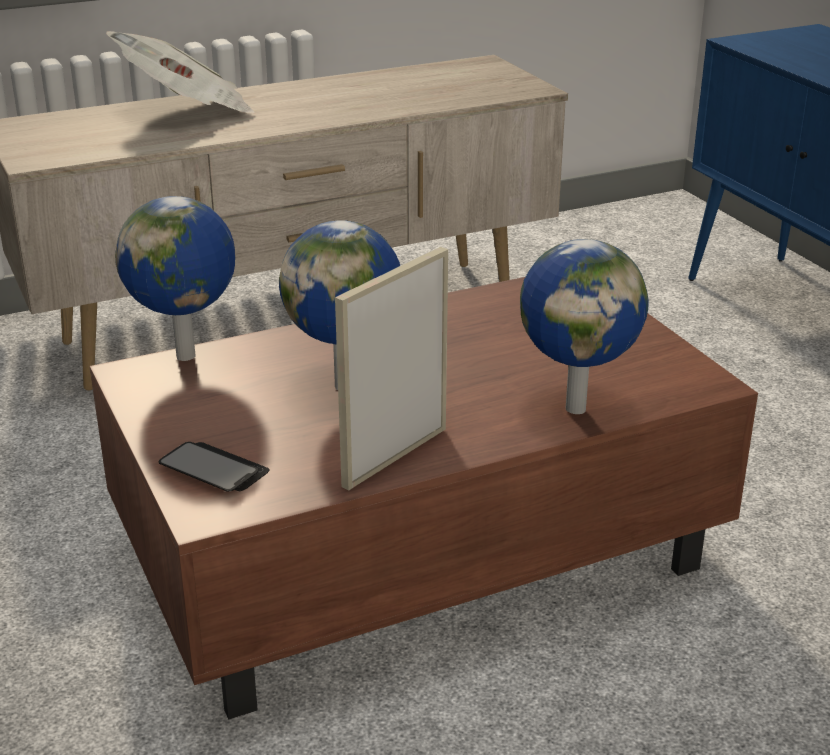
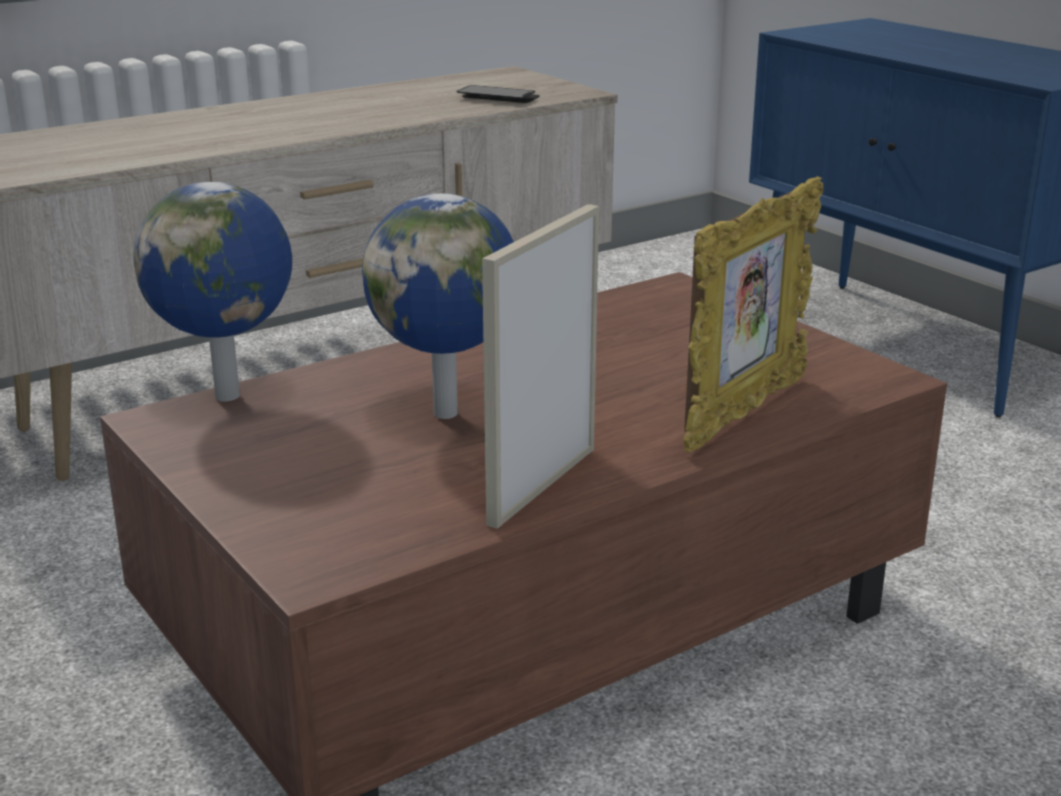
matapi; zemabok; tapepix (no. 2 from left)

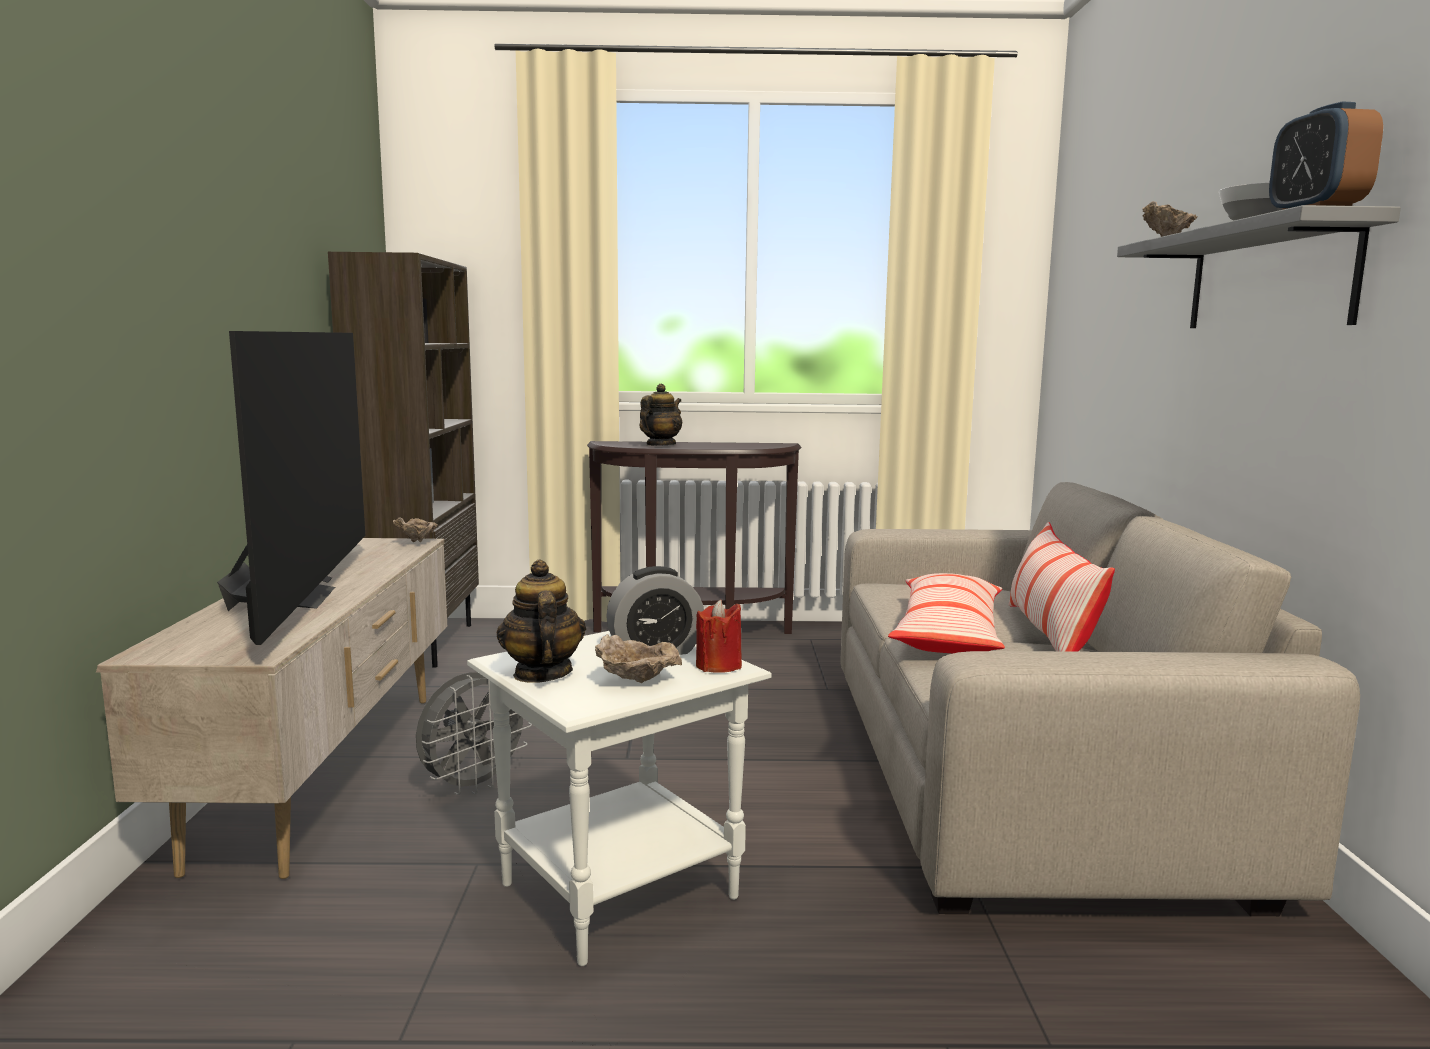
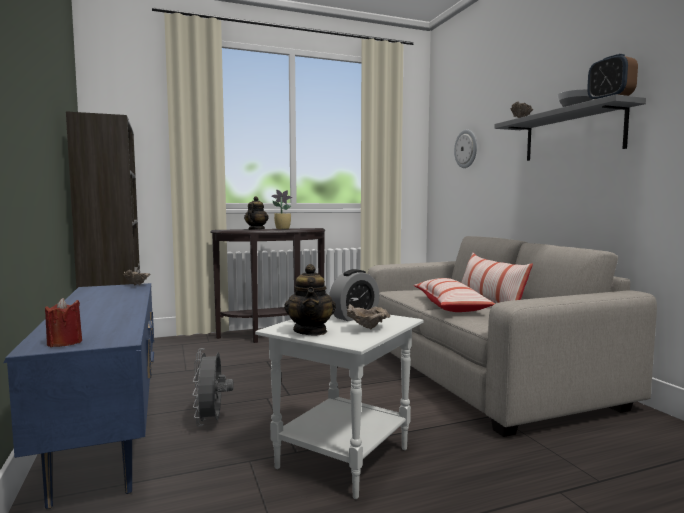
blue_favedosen; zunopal; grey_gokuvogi; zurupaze (no. 2 from left); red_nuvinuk; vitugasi; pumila

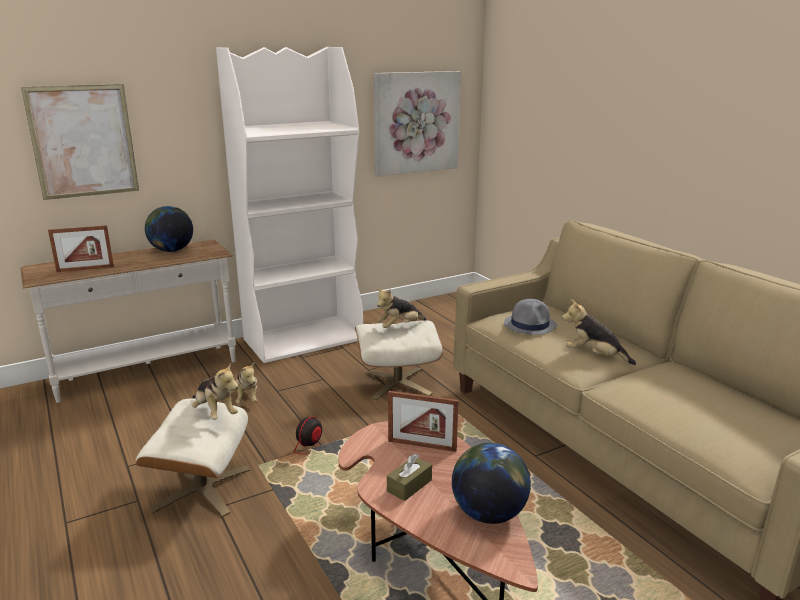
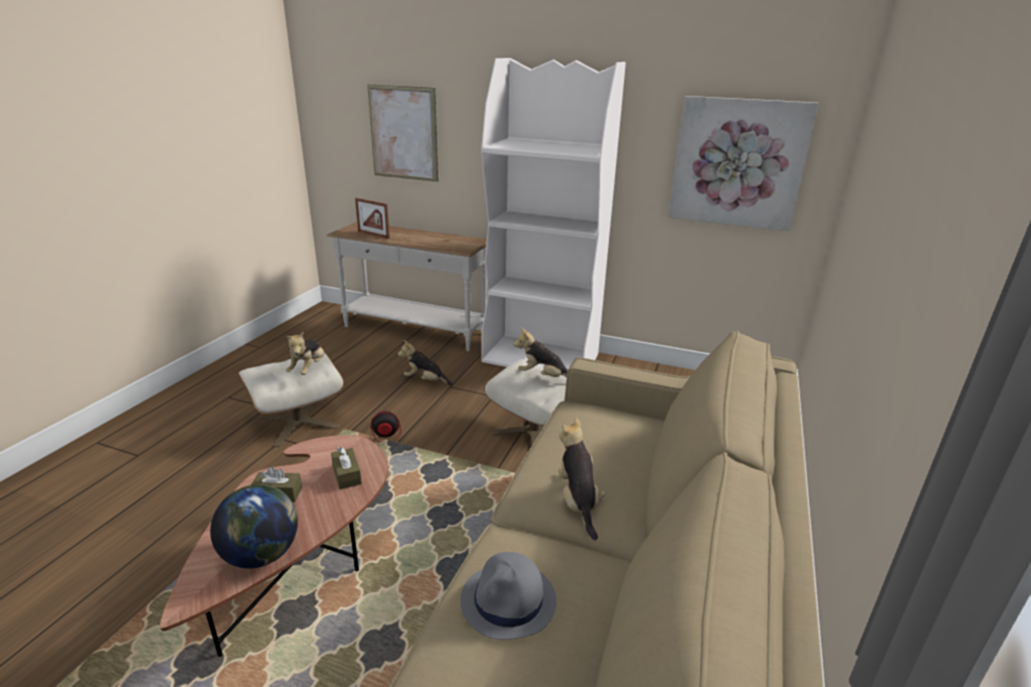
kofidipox (no. 1 from left in the first image); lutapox (no. 2 from left); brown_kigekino (no. 2 from left); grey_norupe

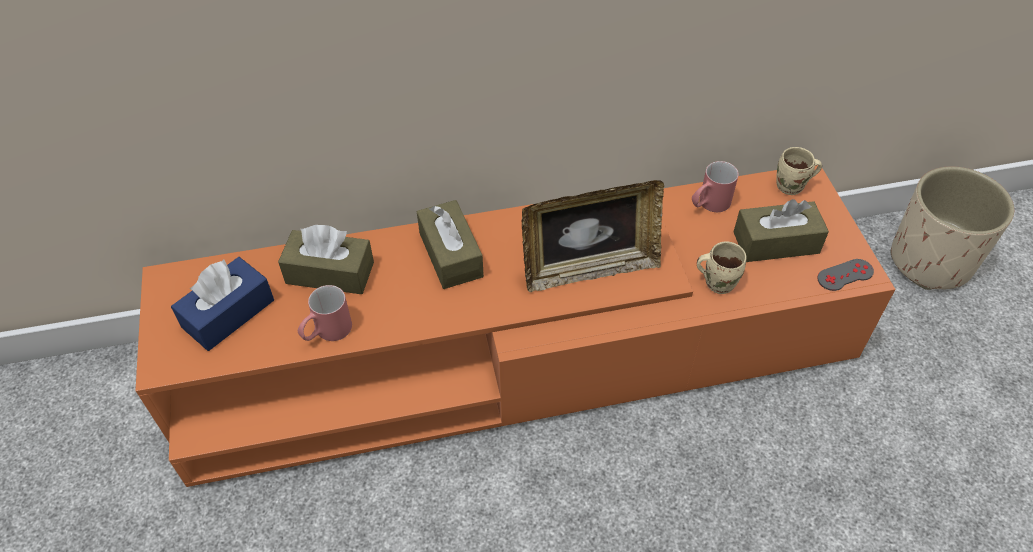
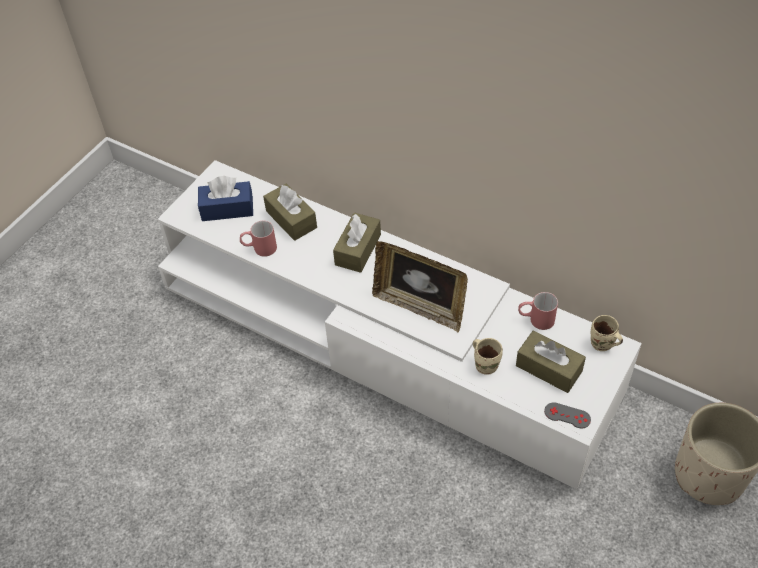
white_favedosen

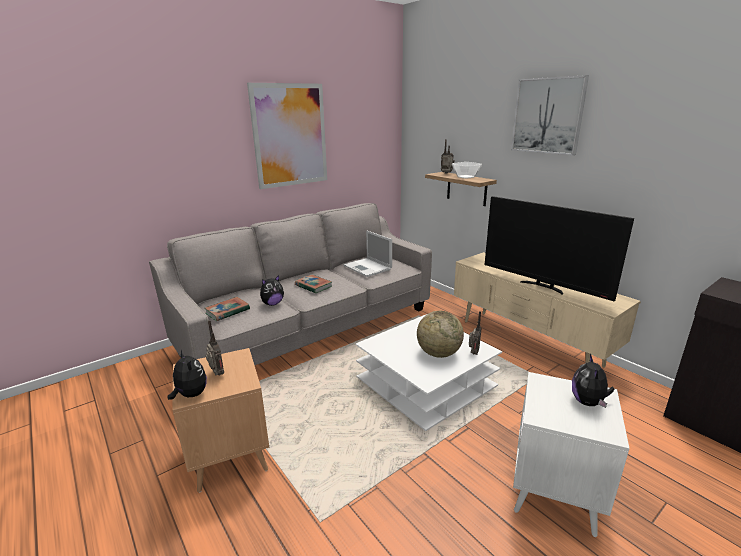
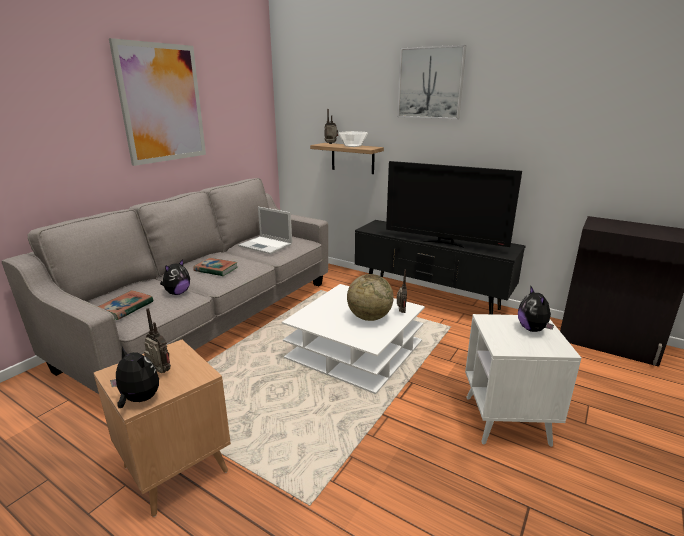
black_favedosen

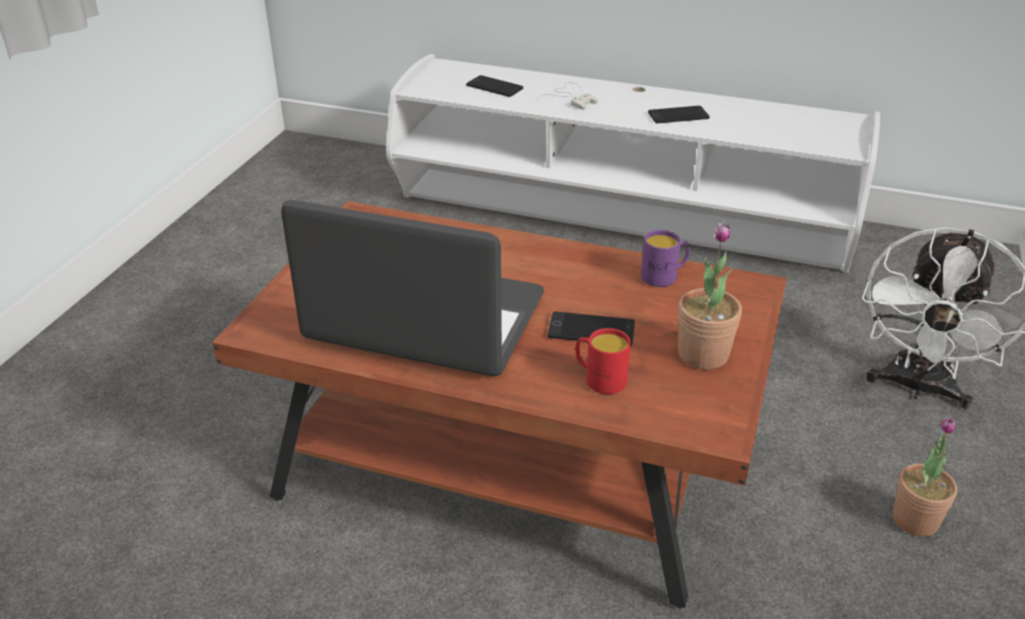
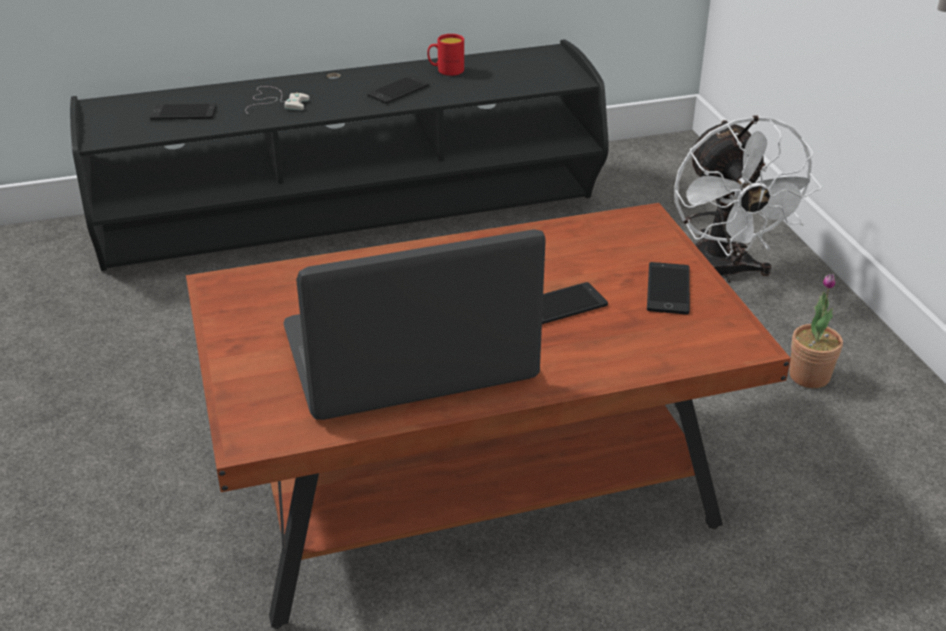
black_favedosen; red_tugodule; purple_tugodule; zemabok (no. 4 from left)

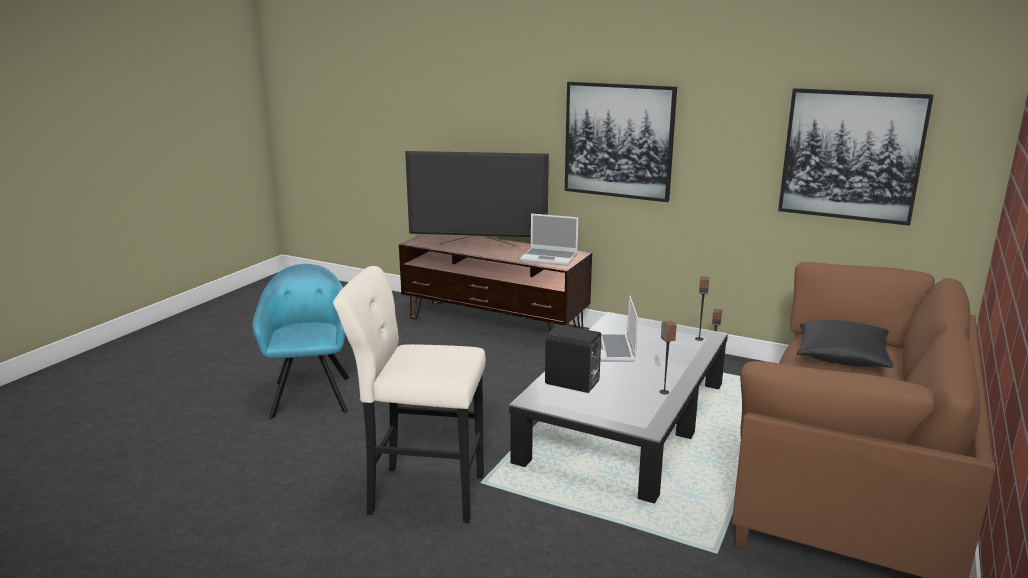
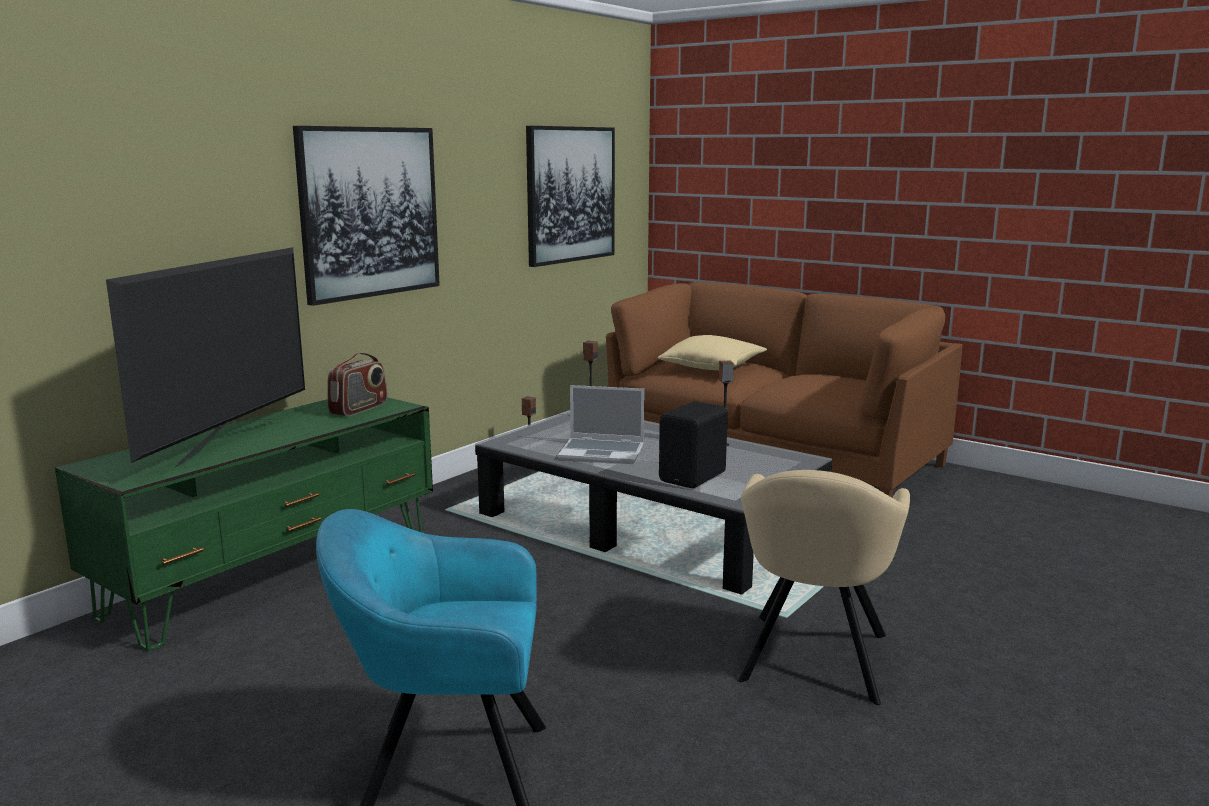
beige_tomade; green_favedosen; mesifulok; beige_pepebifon

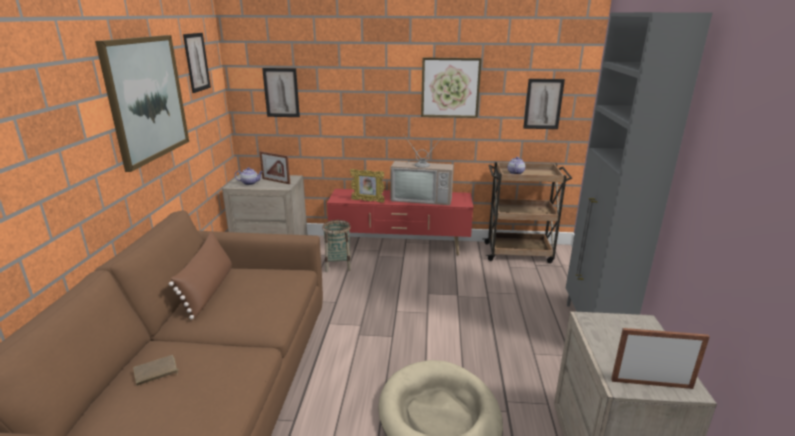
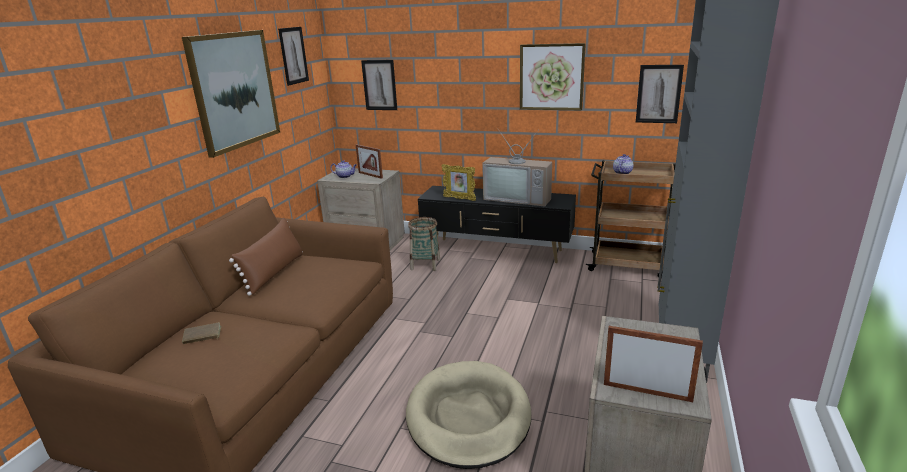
black_favedosen

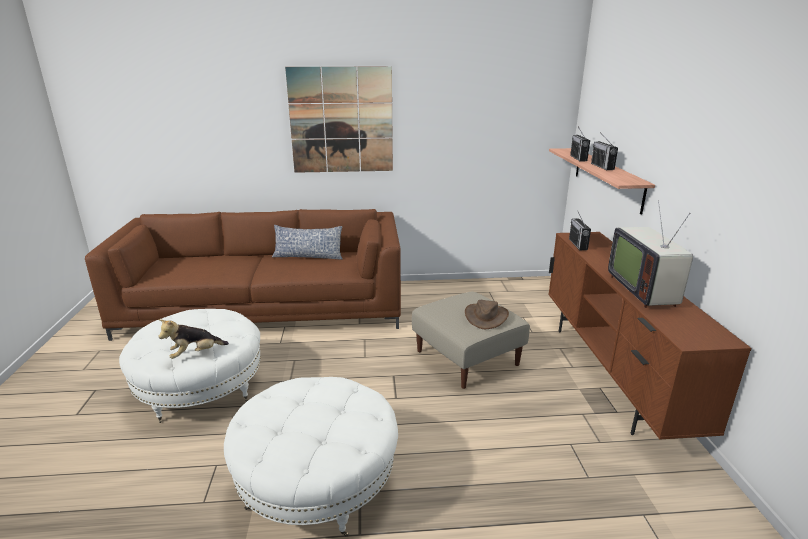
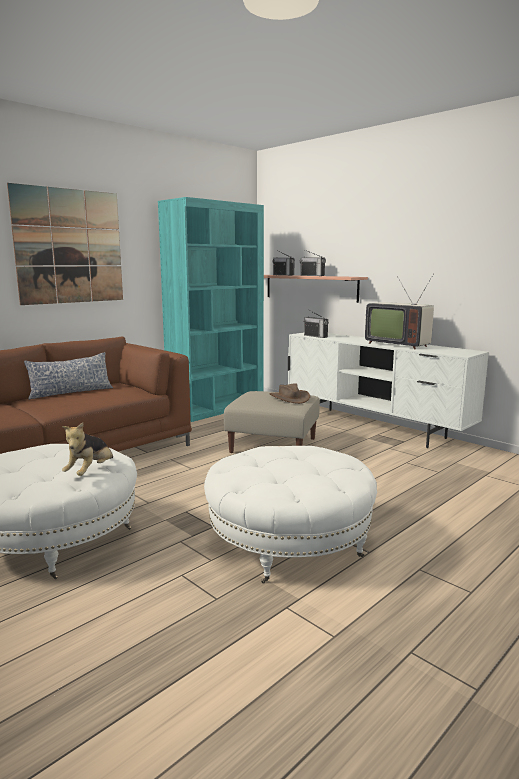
white_favedosen; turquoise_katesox

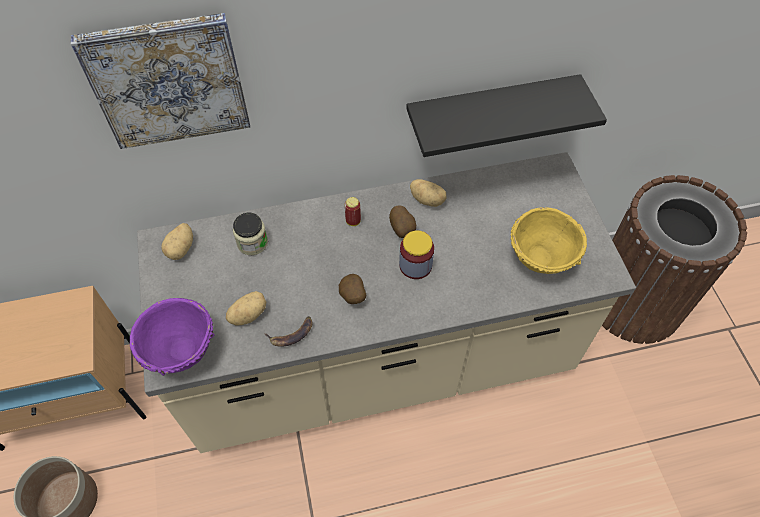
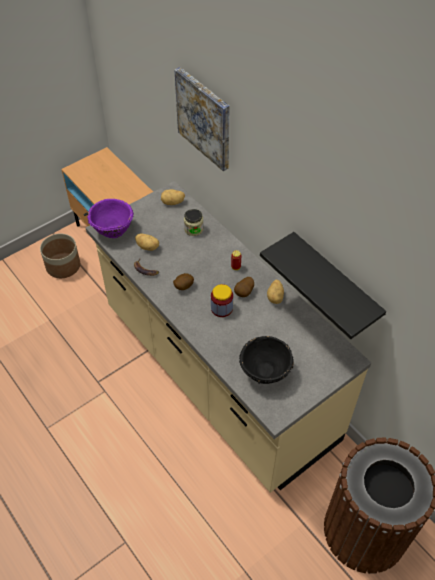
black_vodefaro

